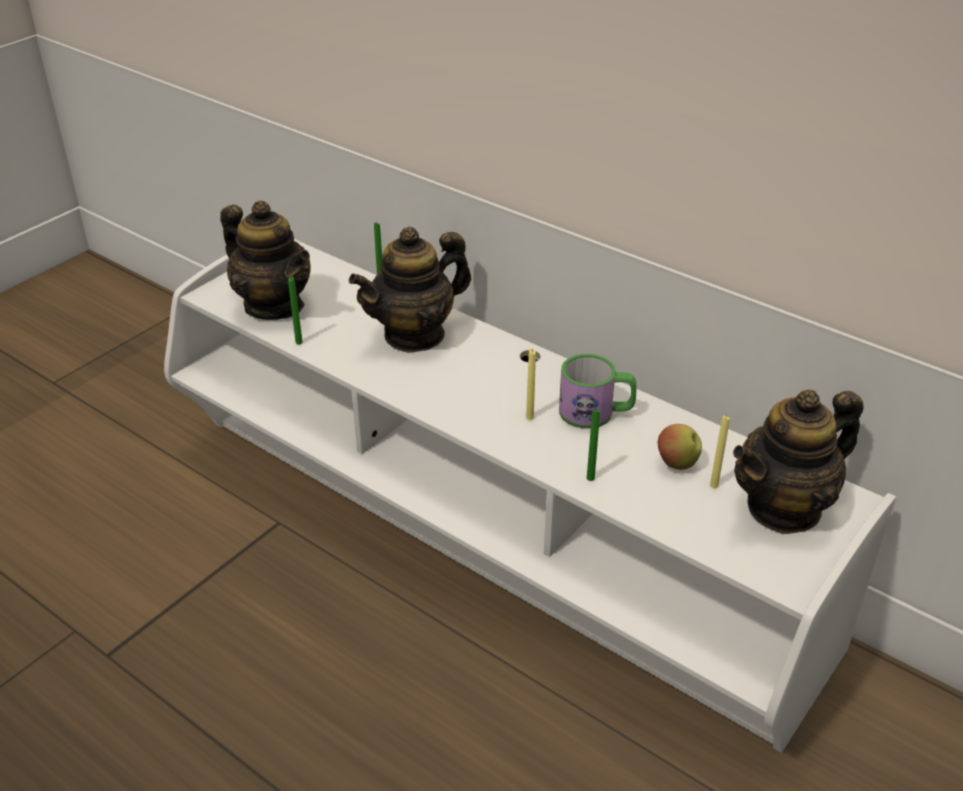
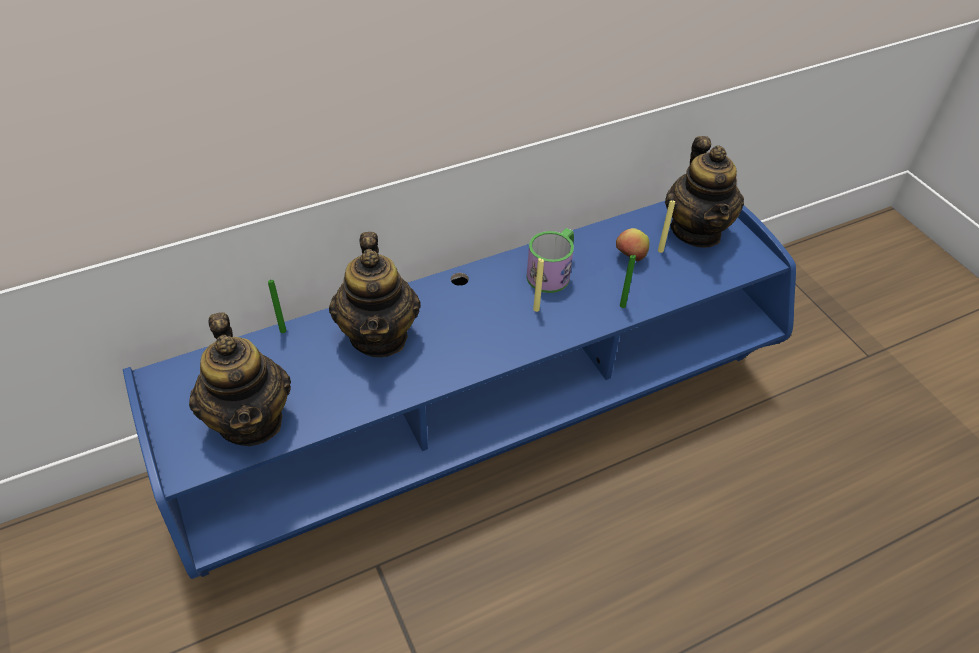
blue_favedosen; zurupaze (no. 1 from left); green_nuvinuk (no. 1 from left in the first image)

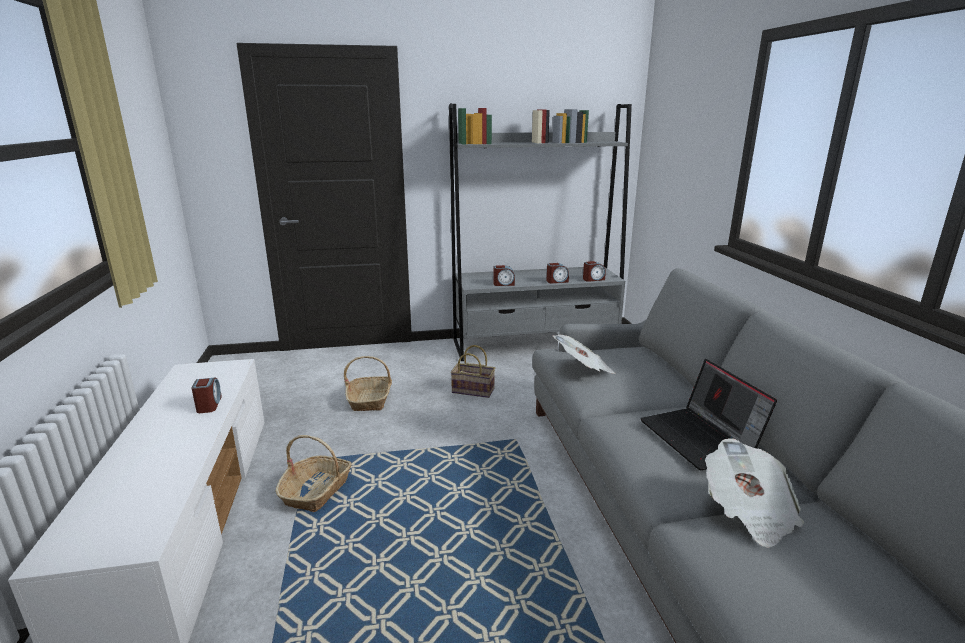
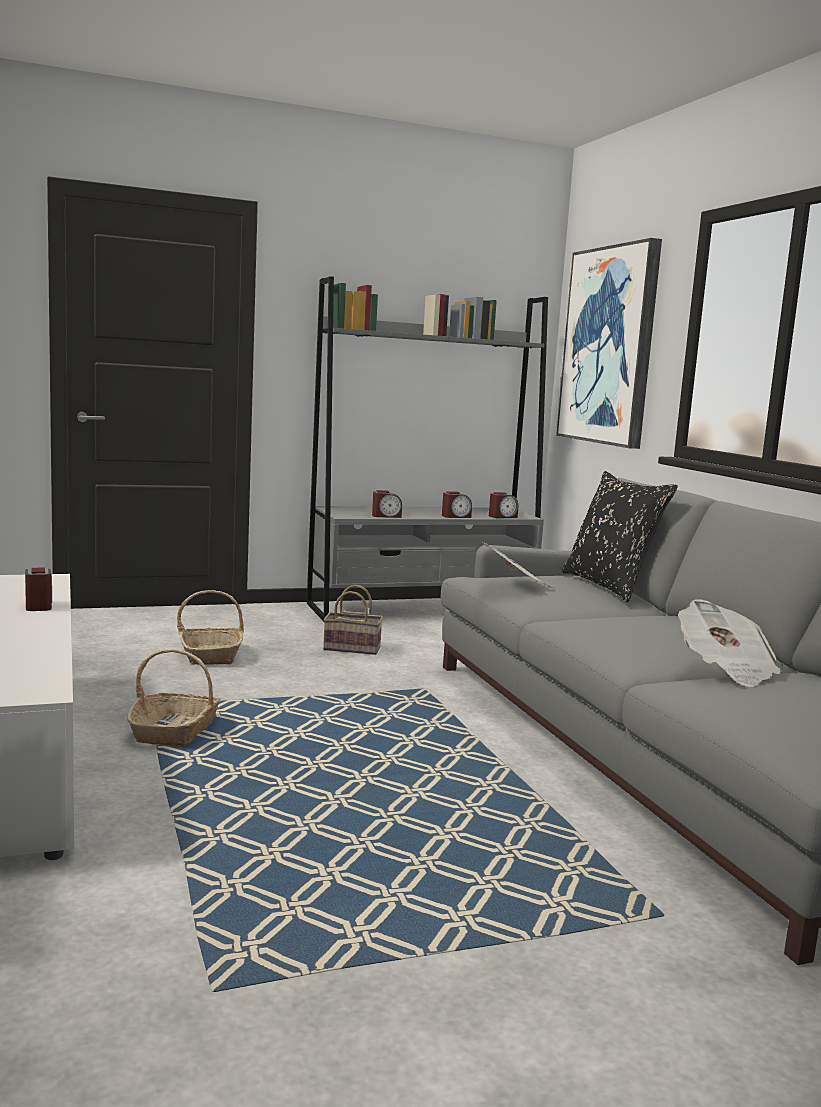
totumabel; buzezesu; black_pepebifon

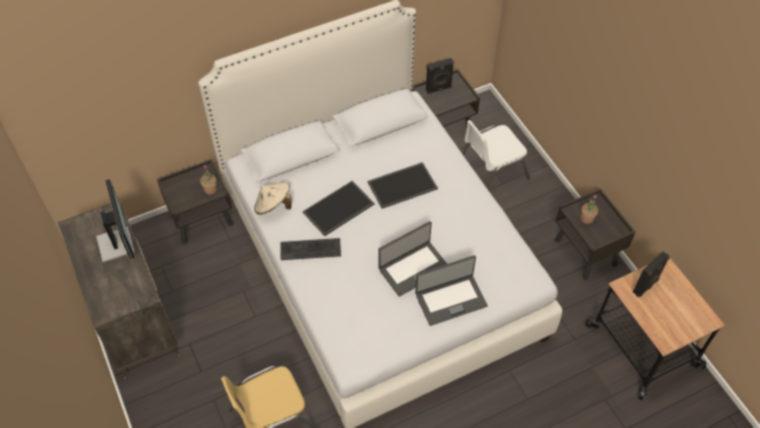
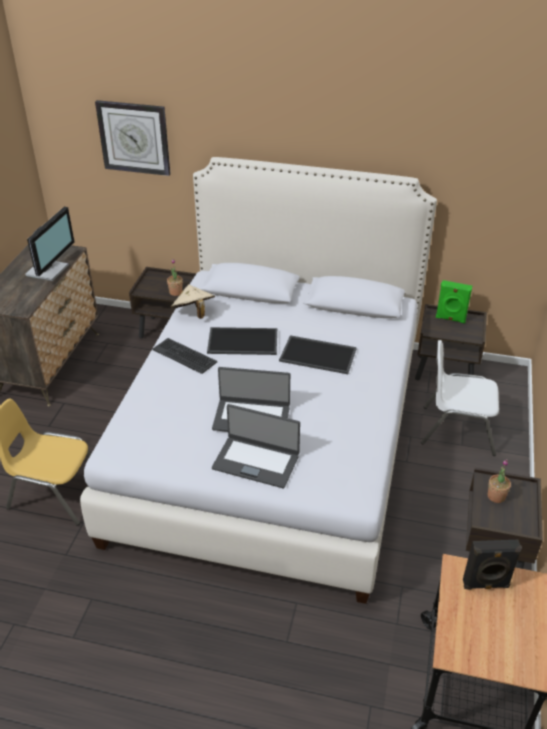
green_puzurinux; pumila

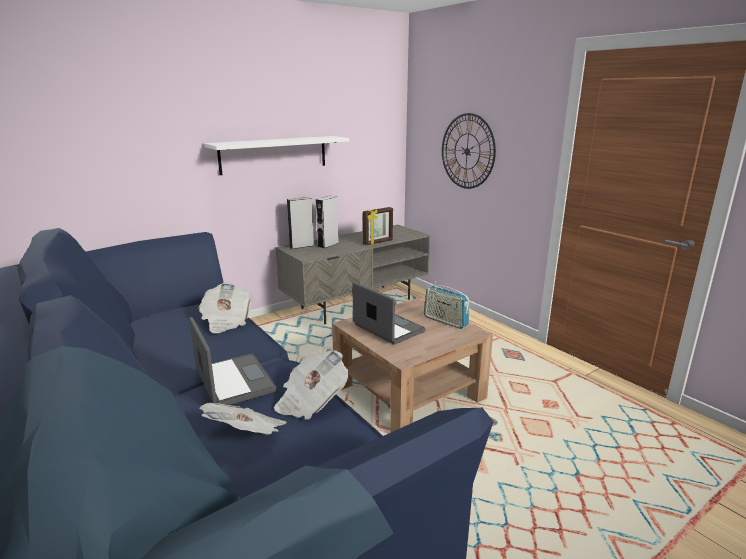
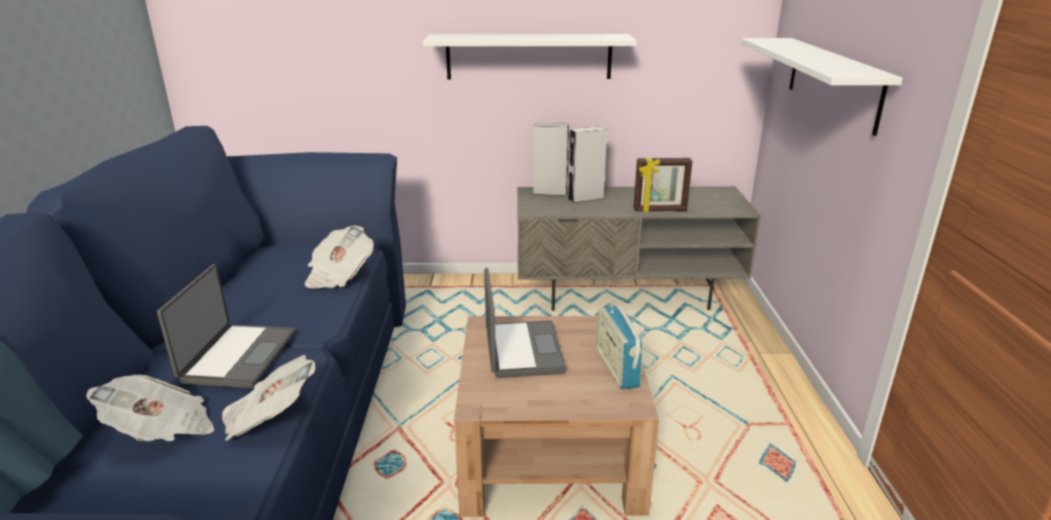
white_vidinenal (no. 2 from left)

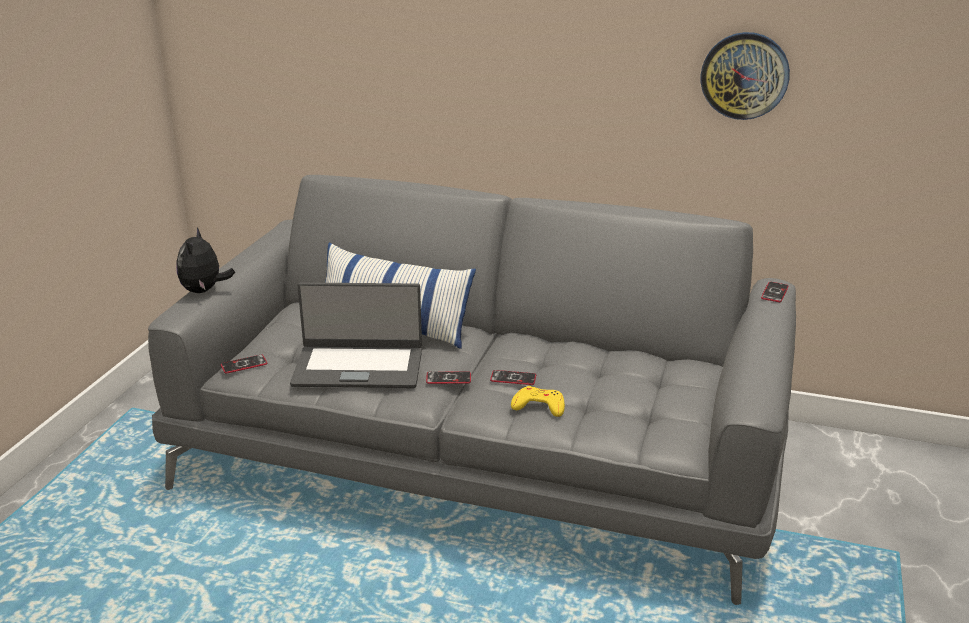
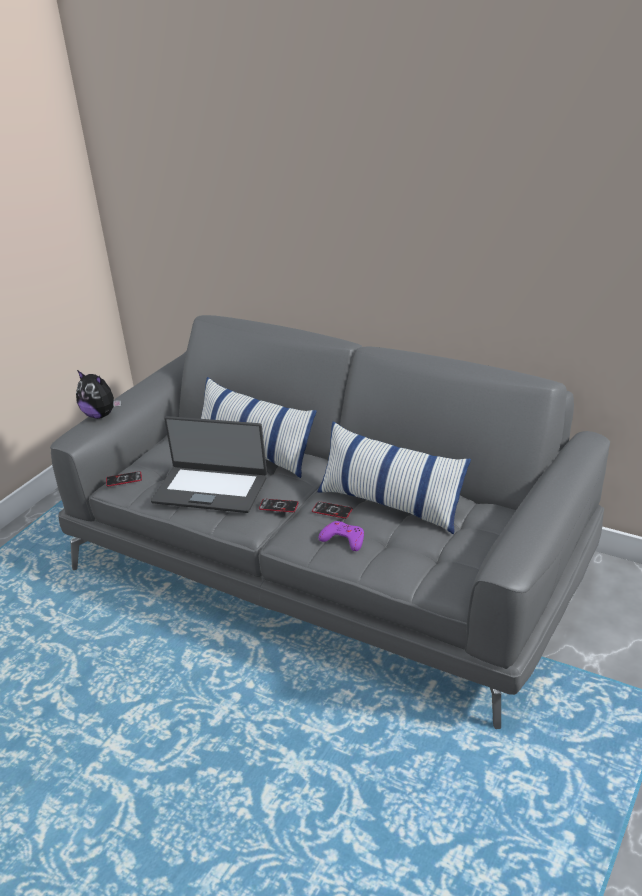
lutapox; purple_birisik; pumila; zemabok (no. 4 from left in the first image); pepebifon (no. 2 from left)

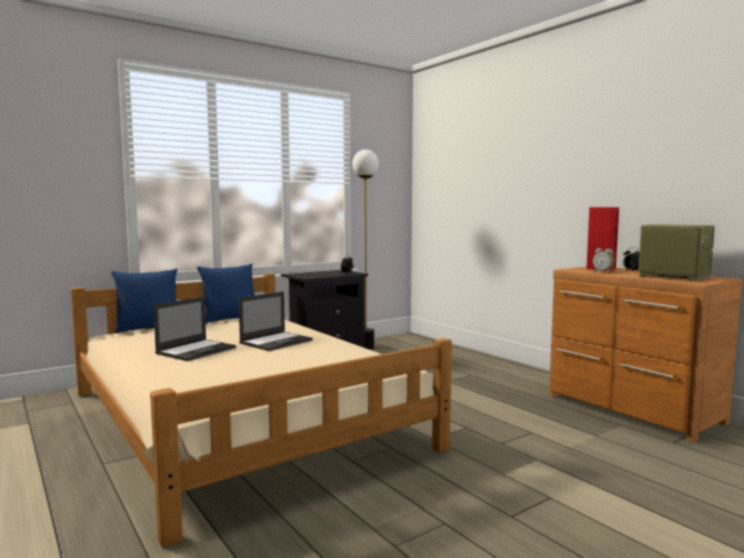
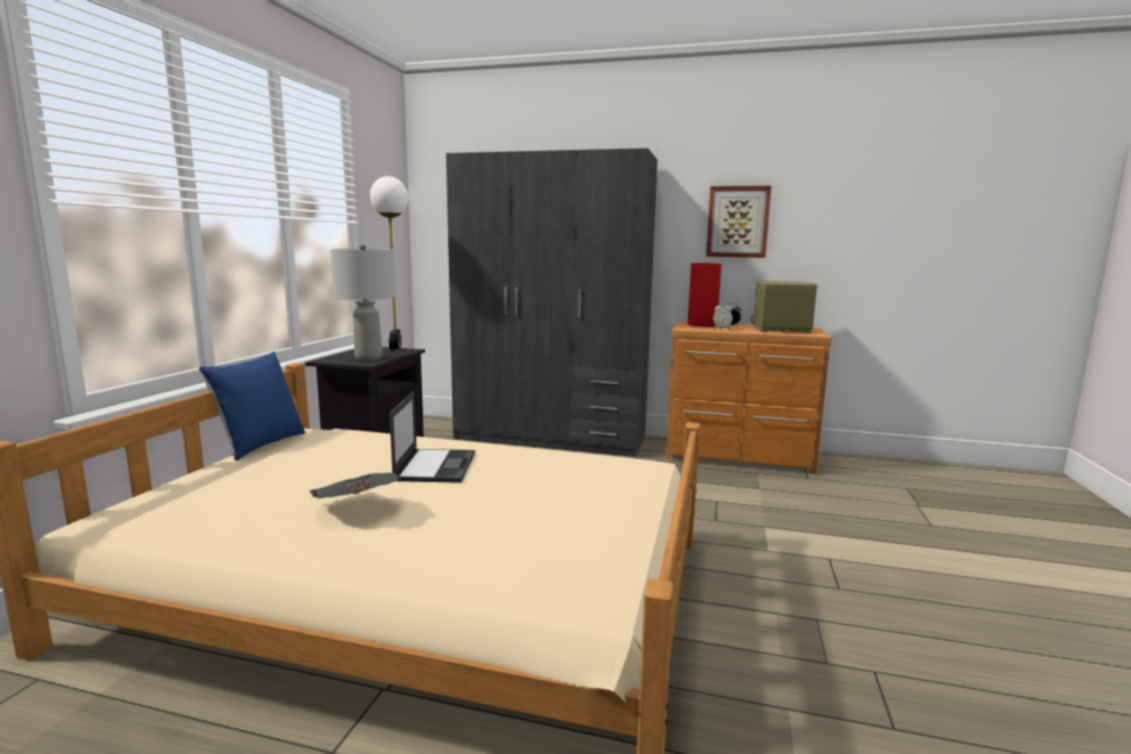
blue_pepebifon (no. 1 from left in the first image); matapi; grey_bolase; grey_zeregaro; buzezesu

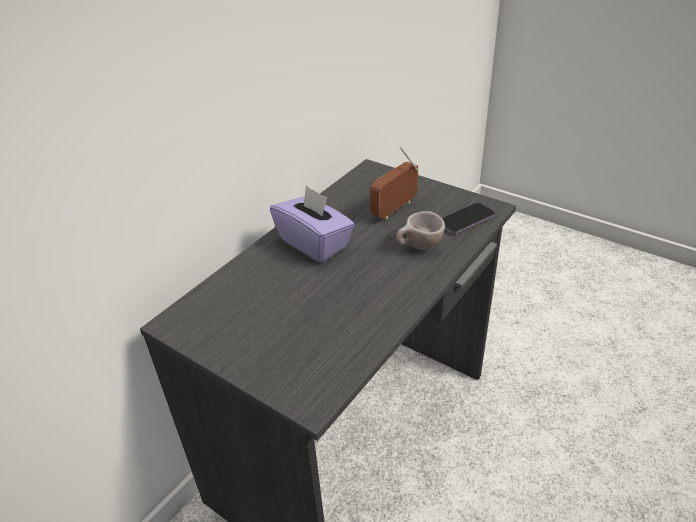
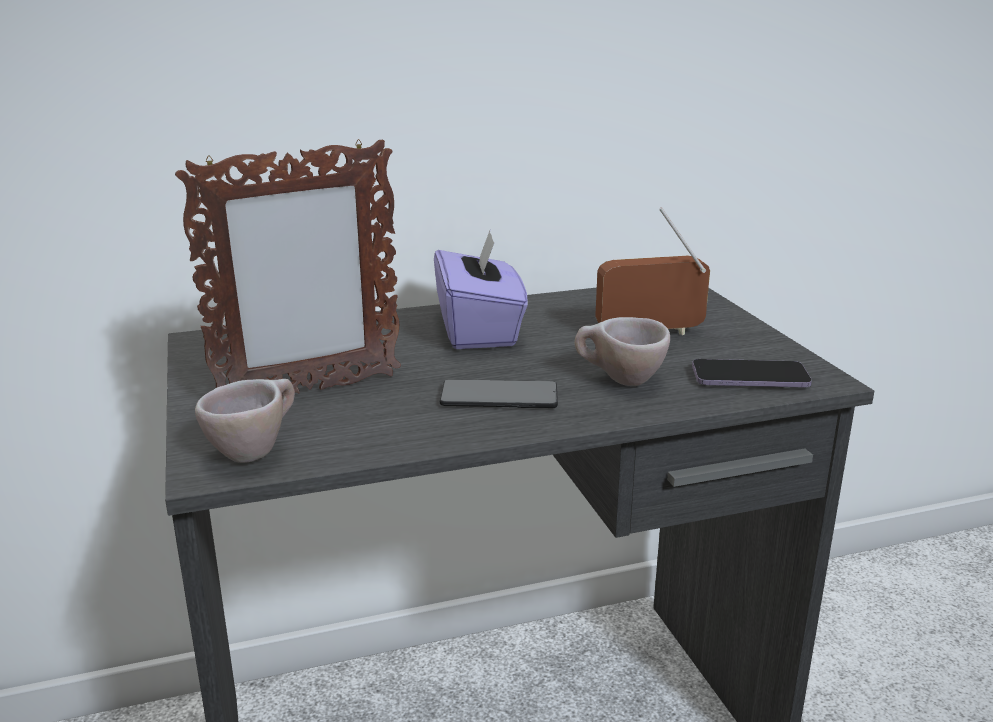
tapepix; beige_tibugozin (no. 1 from left); zemabok (no. 1 from left)

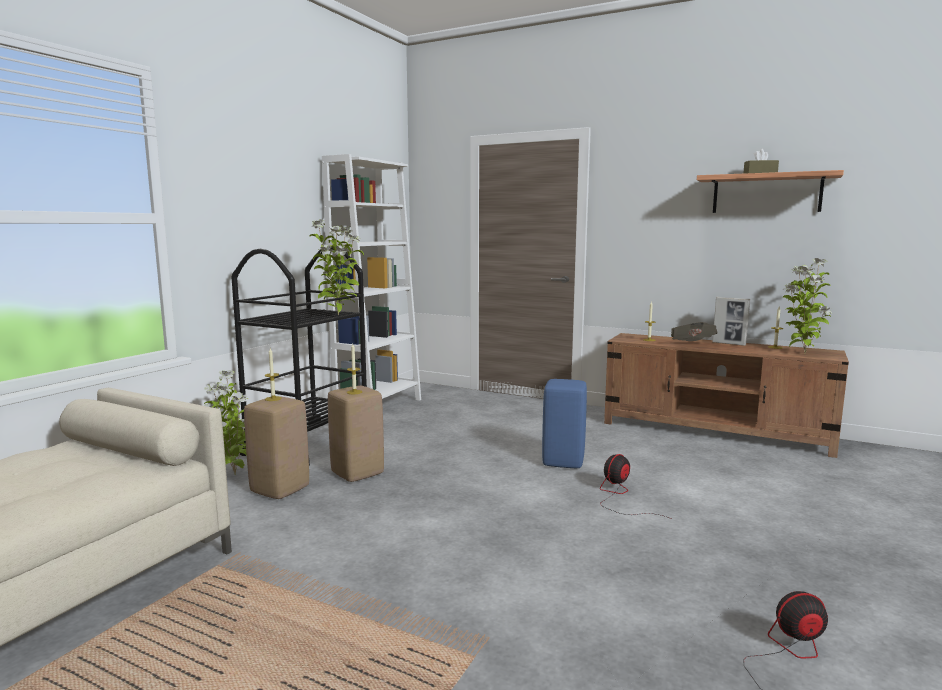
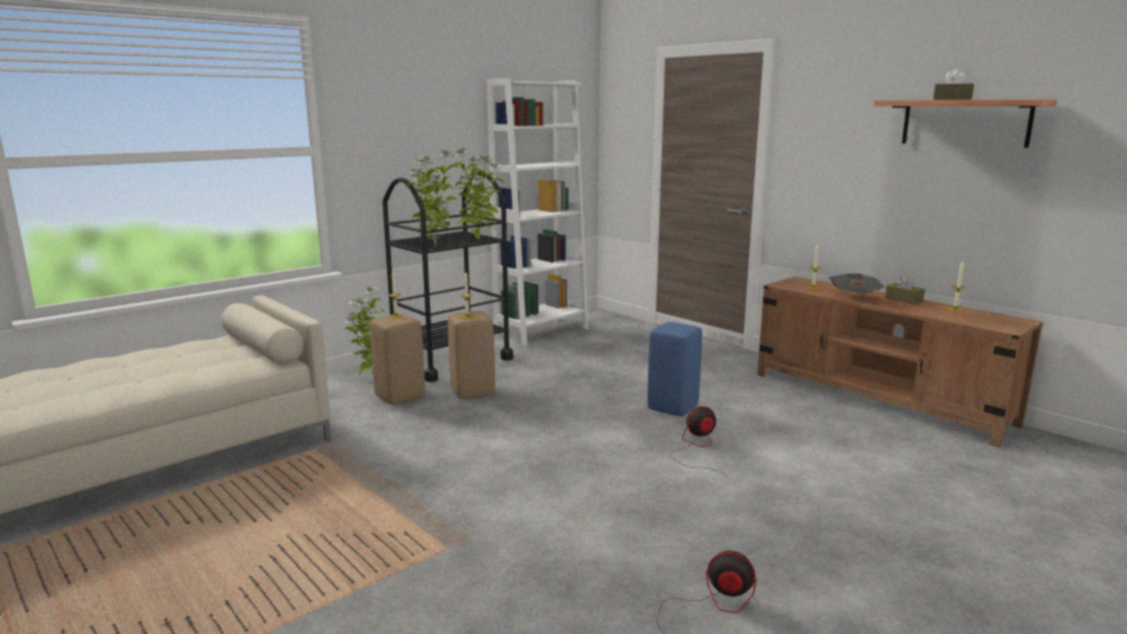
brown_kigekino (no. 1 from left); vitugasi (no. 2 from left)

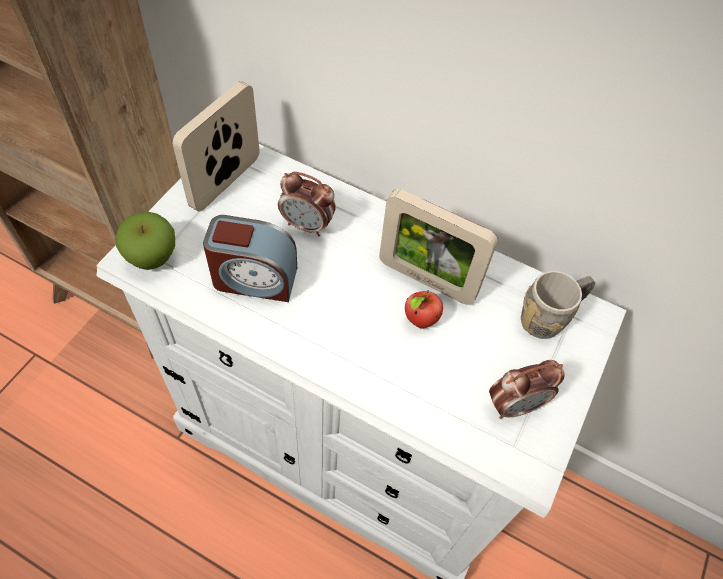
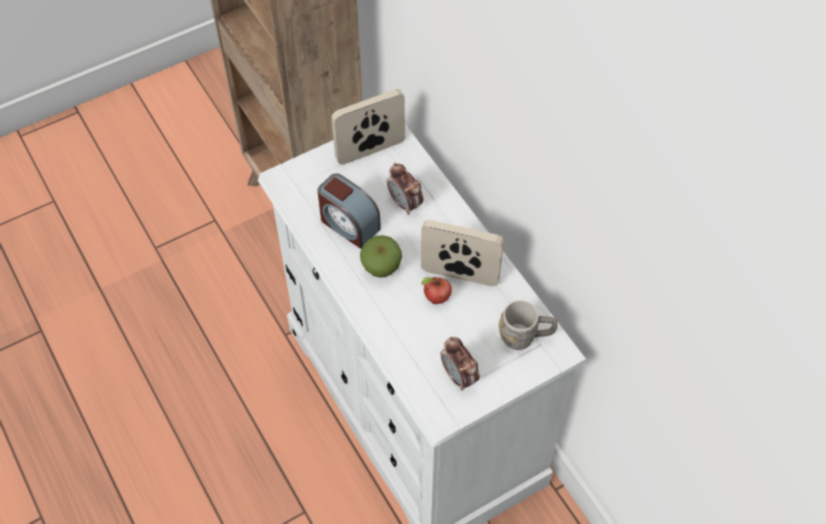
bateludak (no. 1 from left); tapepix (no. 2 from left); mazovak (no. 3 from left)

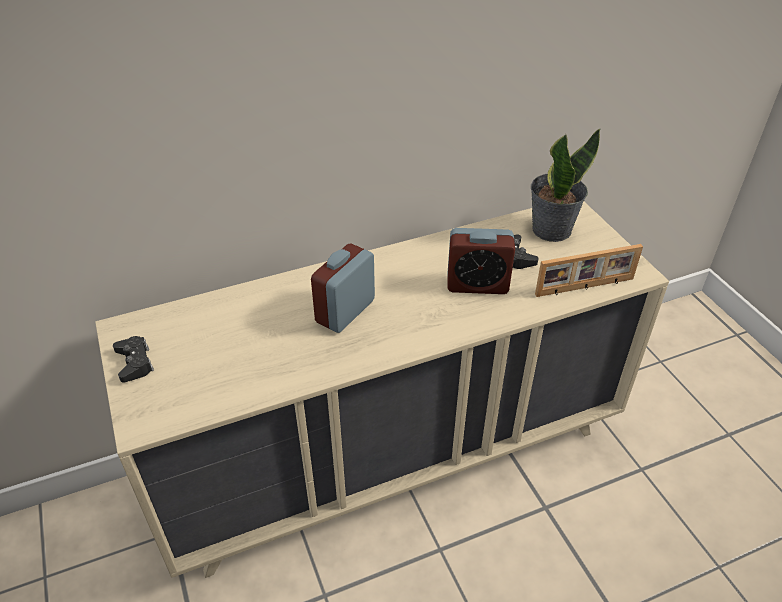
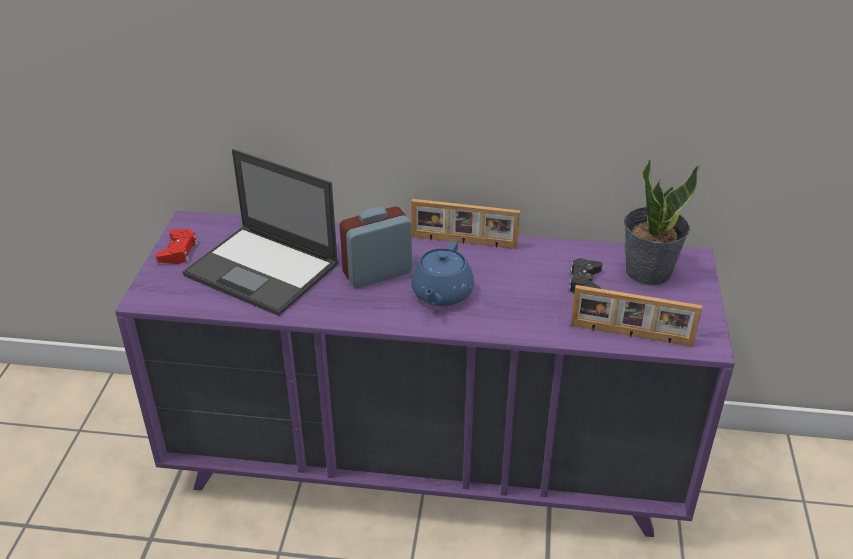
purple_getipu; red_birisik; mazovak (no. 2 from left in the first image); totumabel; tapepix (no. 1 from left); blue_zurupaze

